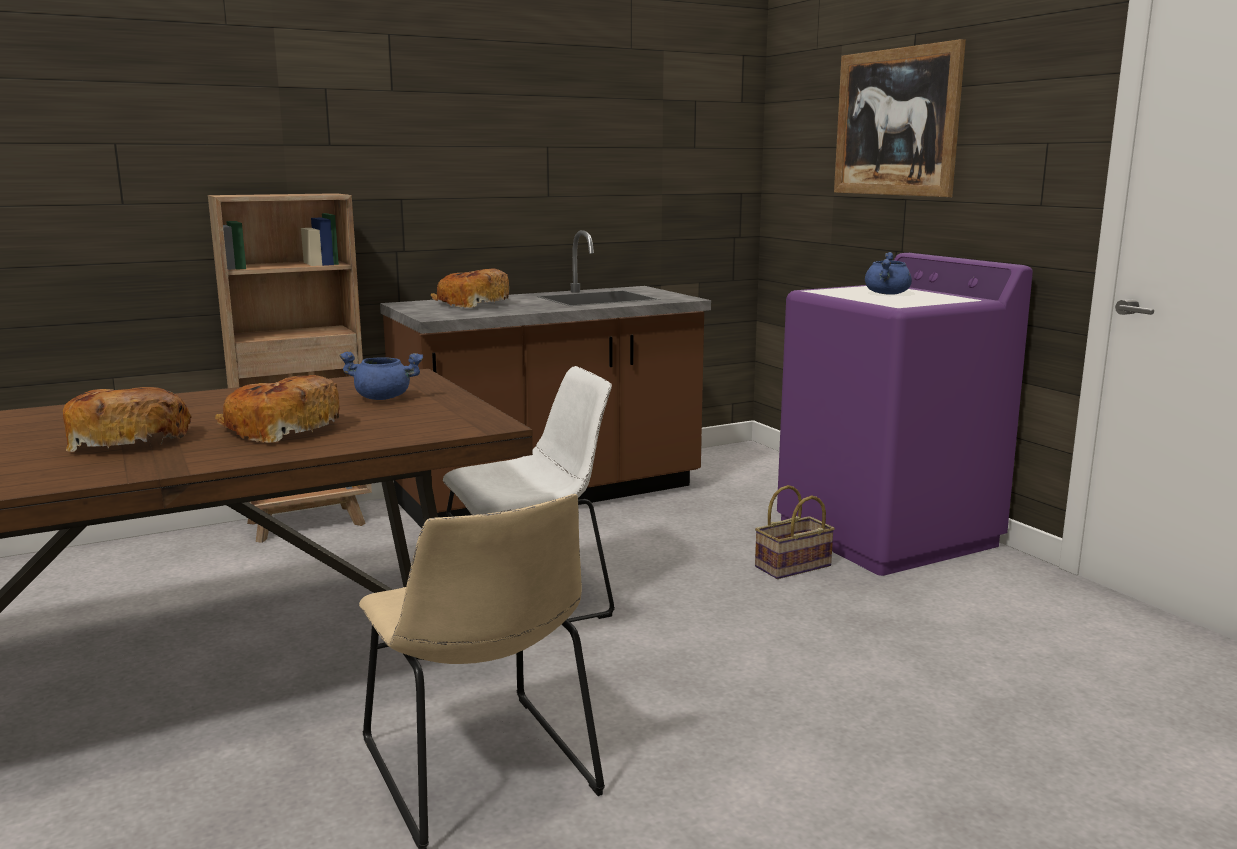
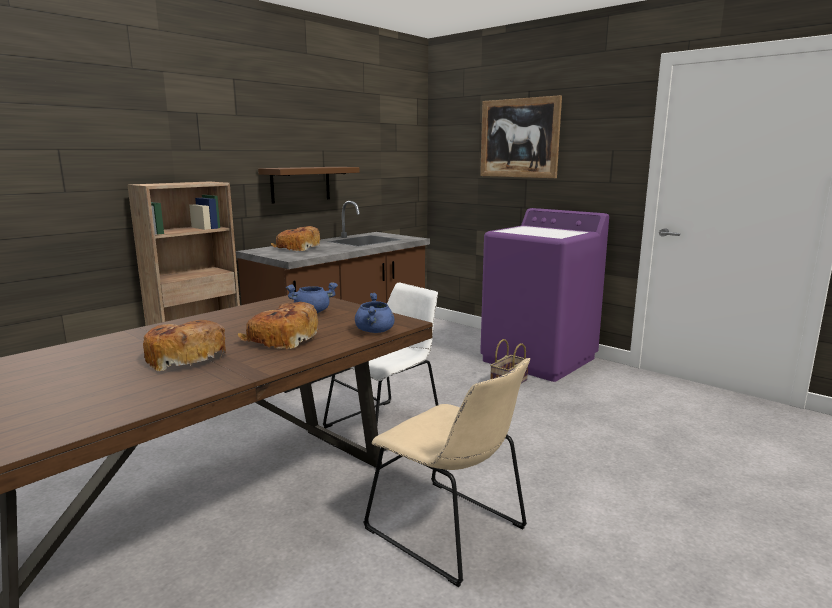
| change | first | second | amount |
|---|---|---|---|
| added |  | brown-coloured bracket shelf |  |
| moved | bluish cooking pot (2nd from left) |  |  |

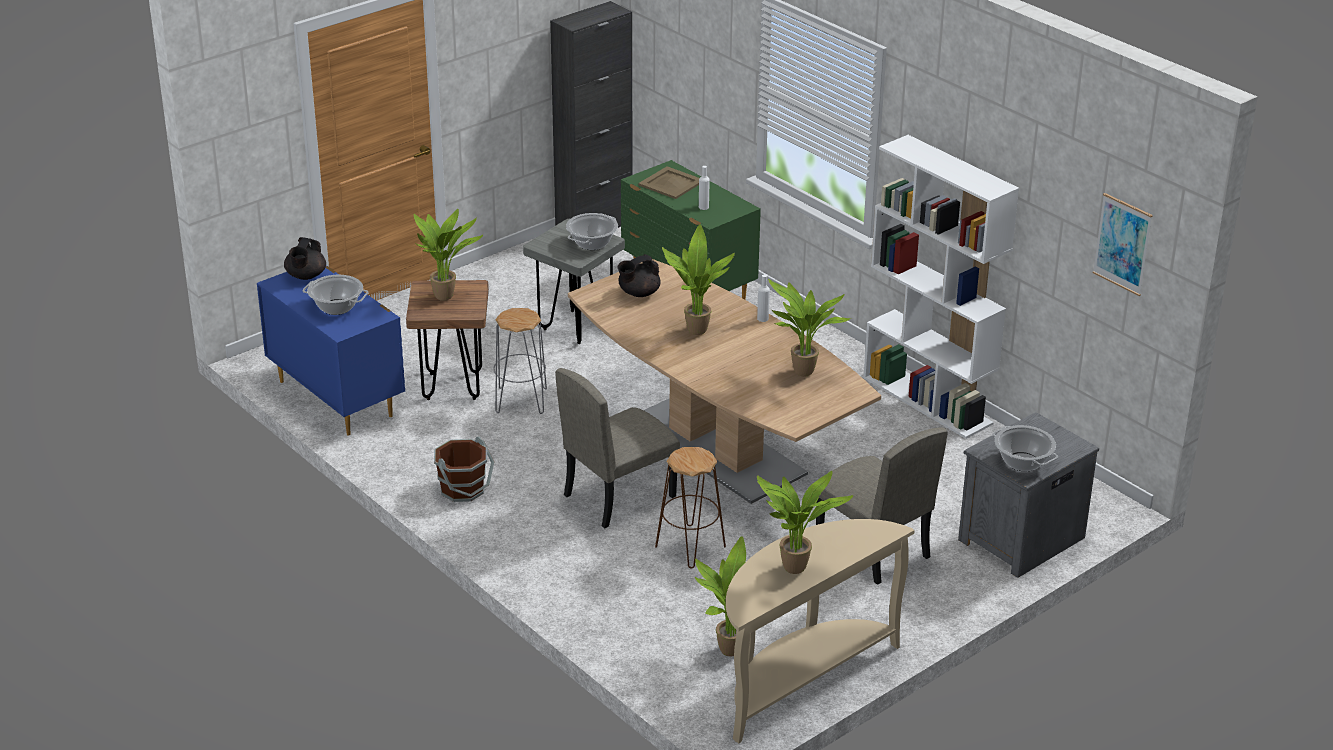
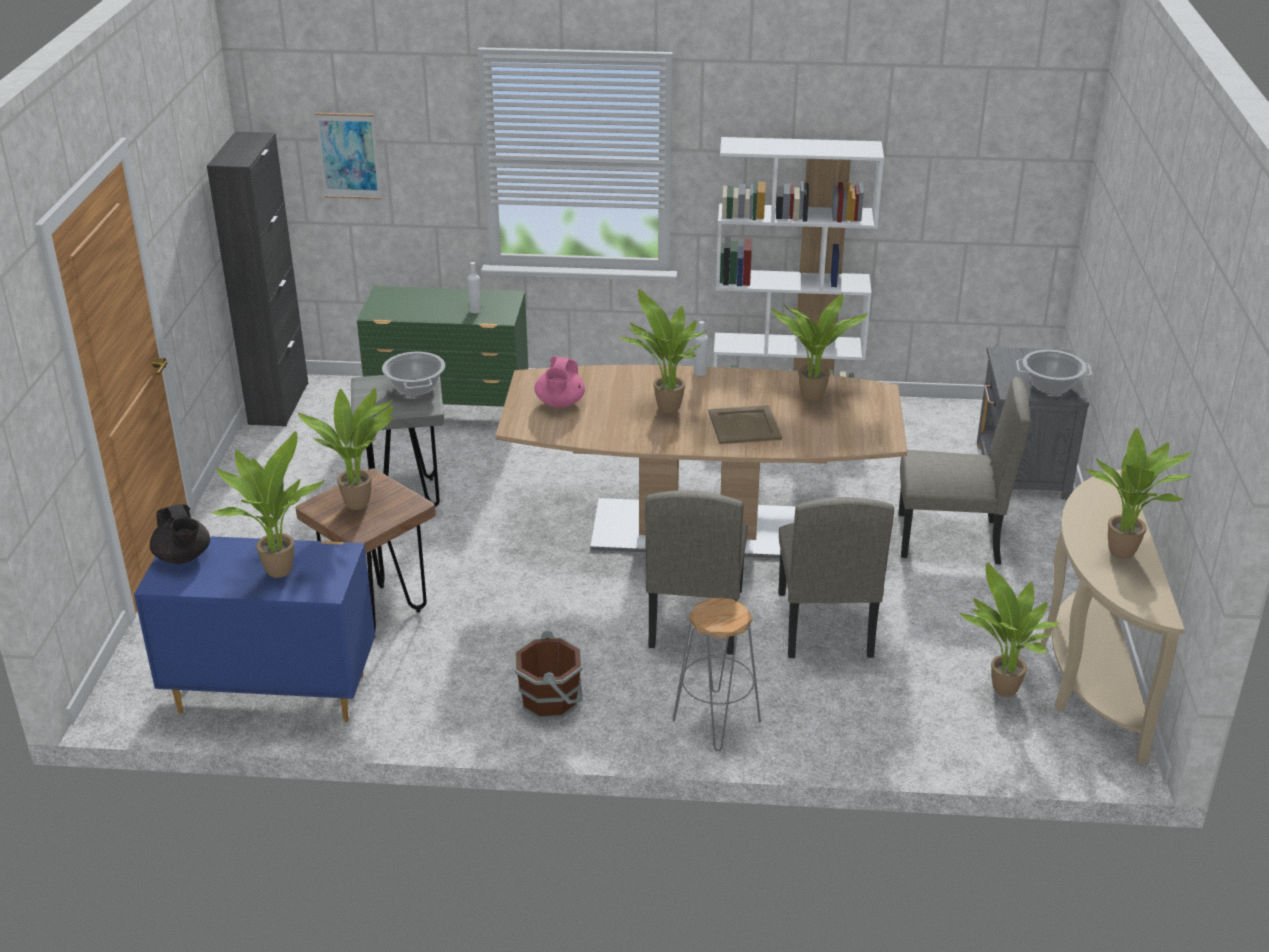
| change | first | second | amount |
|---|---|---|---|
| replaced | cooking pot (1st from left) | potted plant (1st from left) |  |
| moved | picture |  |  |
| recoloured | blackish teapot (2nd from left) | pink-coloured teapot |  |
| moved | grey stool (1st from left in the first image) | grey stool (2nd from left) |  |
| moved | beige tray |  |  |
| replaced | brown-coloured stool (2nd from left) | beige upright chair (2nd from left) |  |

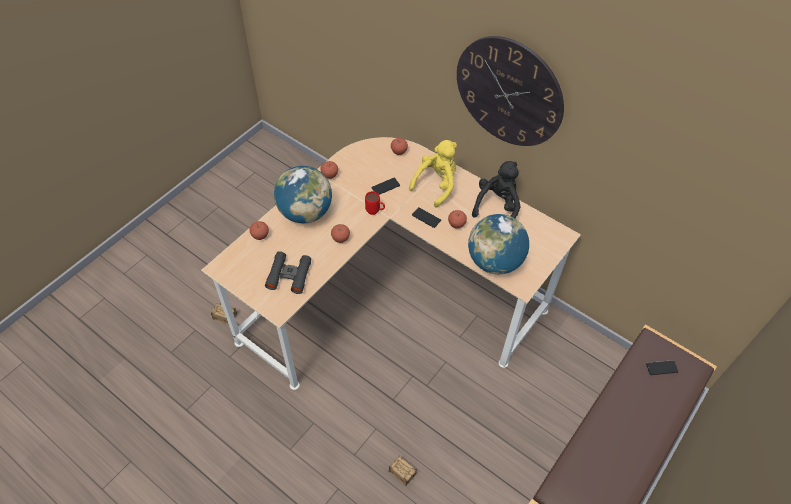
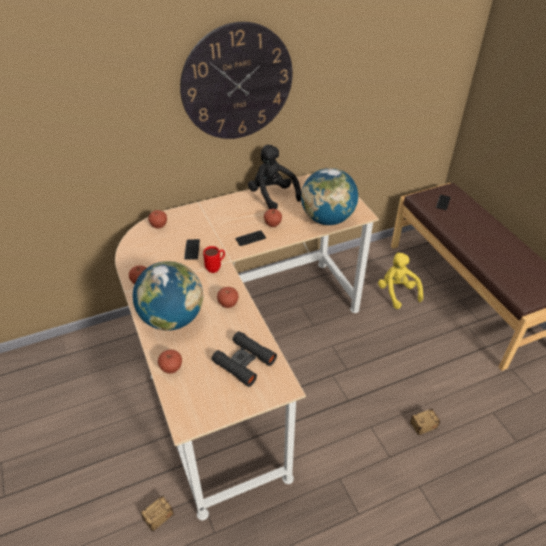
| change | first | second | amount |
|---|---|---|---|
| moved | yellow-coloured soft toy |  |  |

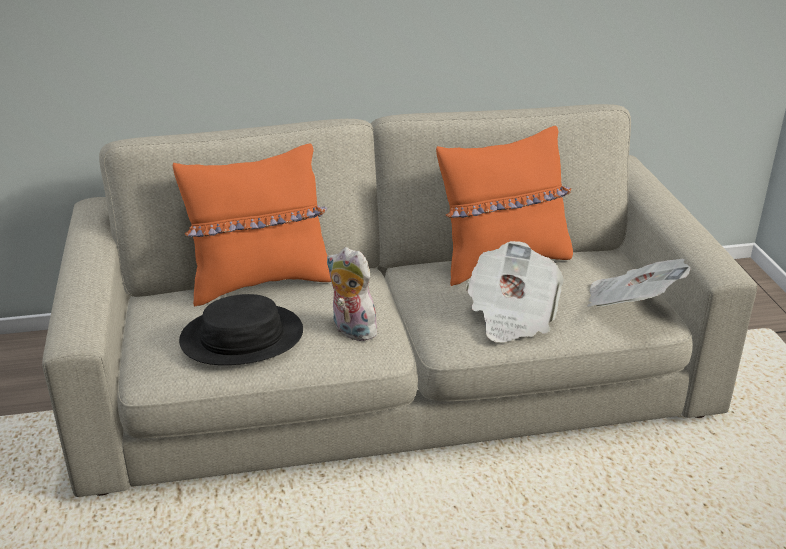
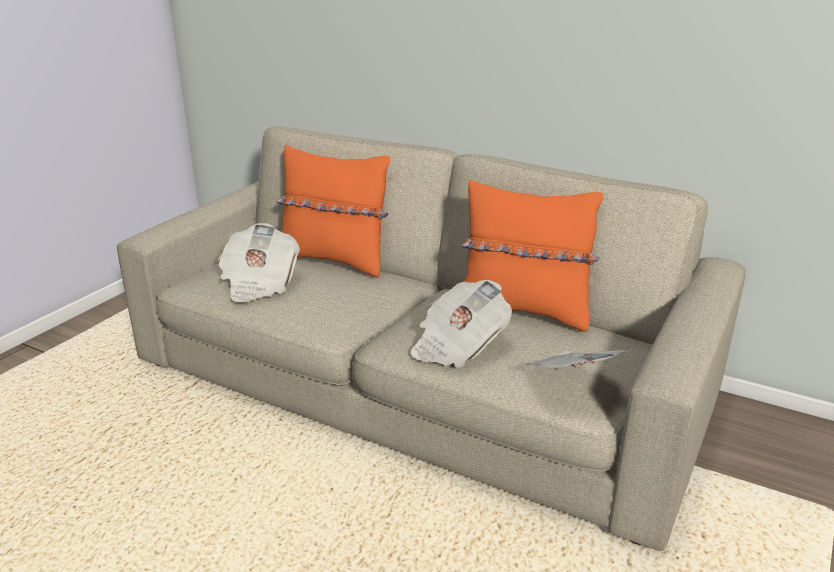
| change | first | second | amount |
|---|---|---|---|
| replaced | blackish wearable hat | printed paper (1st from left) |  |
| removed | soft toy |  |  |

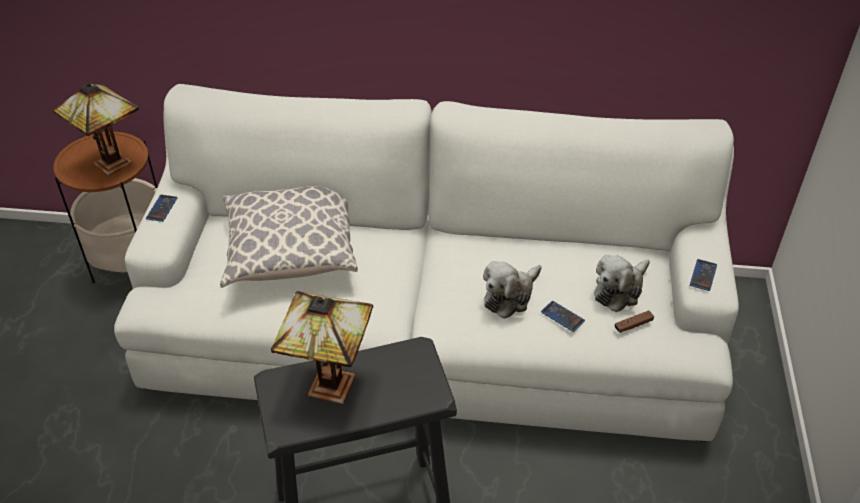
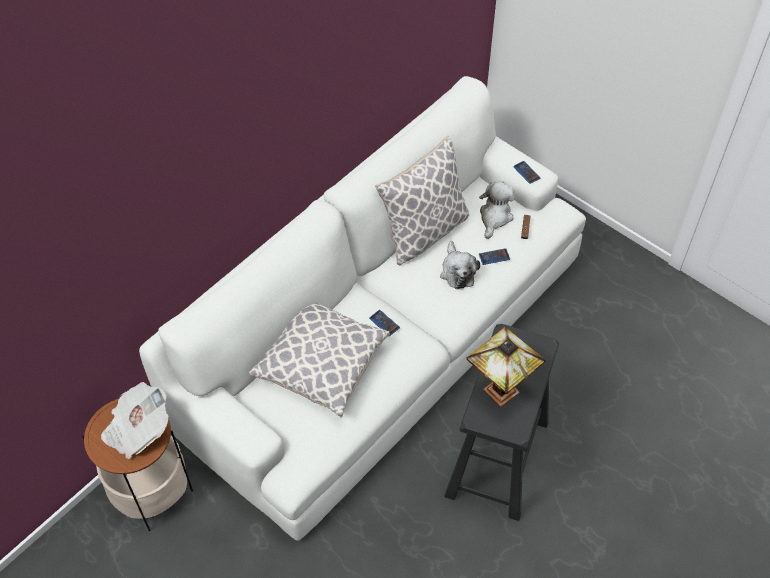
| change | first | second | amount |
|---|---|---|---|
| replaced | table lamp (1st from left) | printed paper |  |
| moved | phone (1st from left) |  |  |
| added |  | cushion (2nd from left) |  |
| turned | soft toy (2nd from left) |  | 150 degrees counterclockwise |

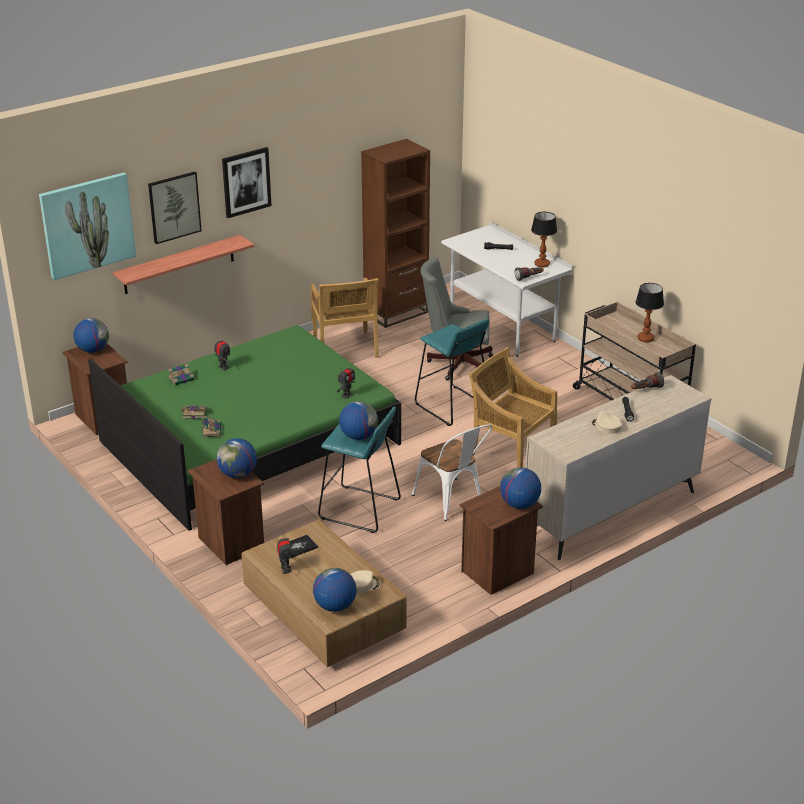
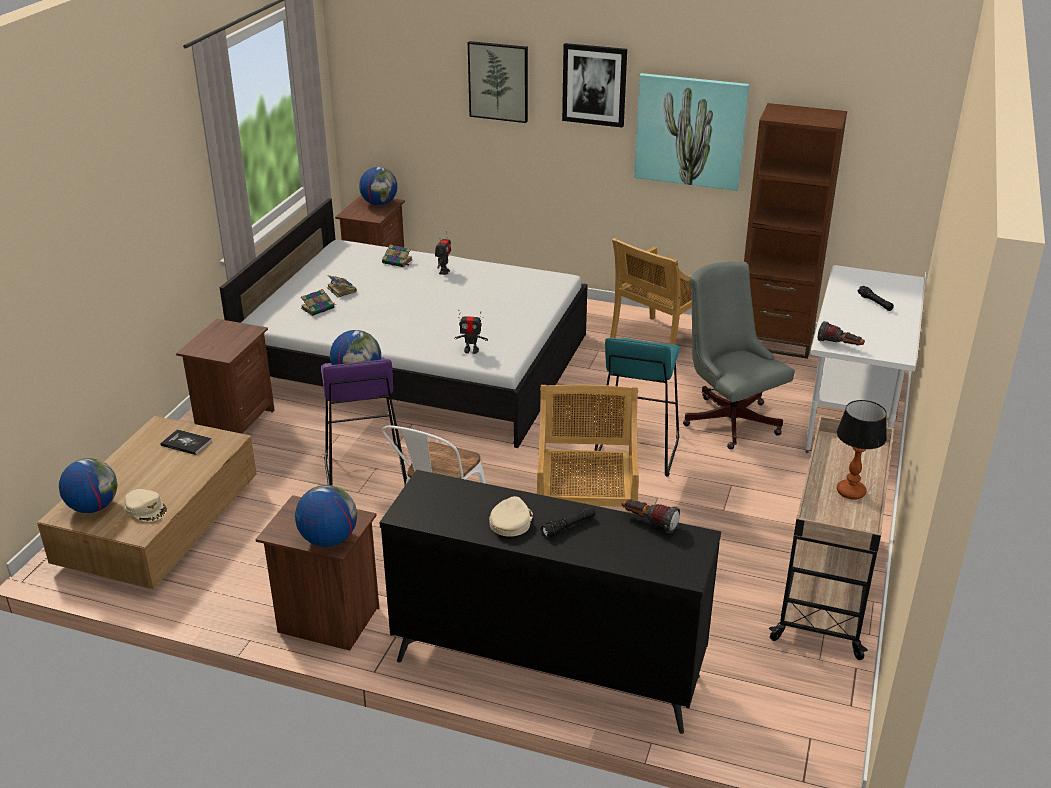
| change | first | second | amount |
|---|---|---|---|
| recoloured | greenish bed | white bed |  |
| recoloured | turquoise stool (1st from left) | purple-coloured stool |  |
| recoloured | beige dresser | blackish dresser |  |
| moved | picture (1st from left in the first image) | picture (3rd from left) |  |
| removed | bracket shelf |  |  |
| removed | world globe (2nd from left) |  |  |
| removed | toy robot (2nd from left) |  |  |
| removed | table lamp (1st from left) |  |  |

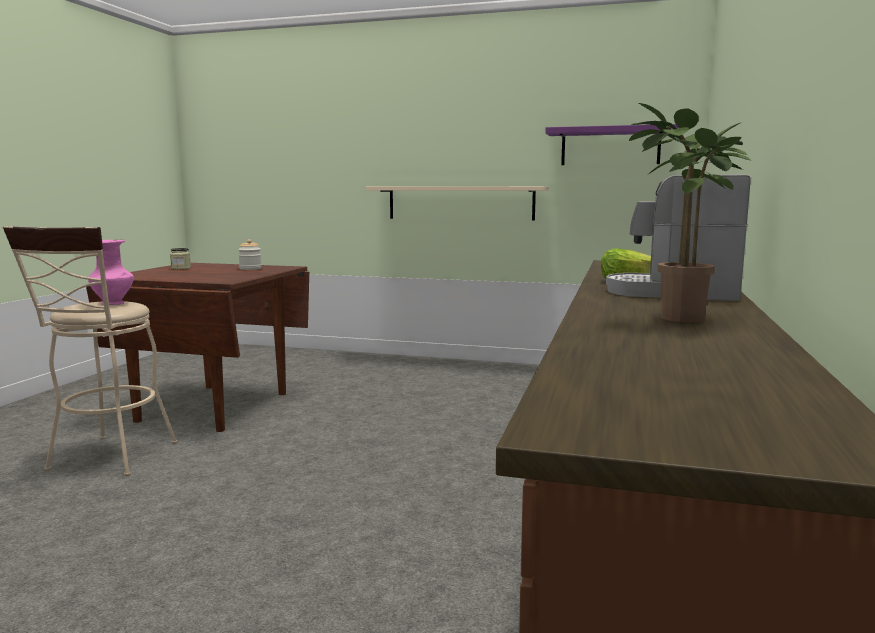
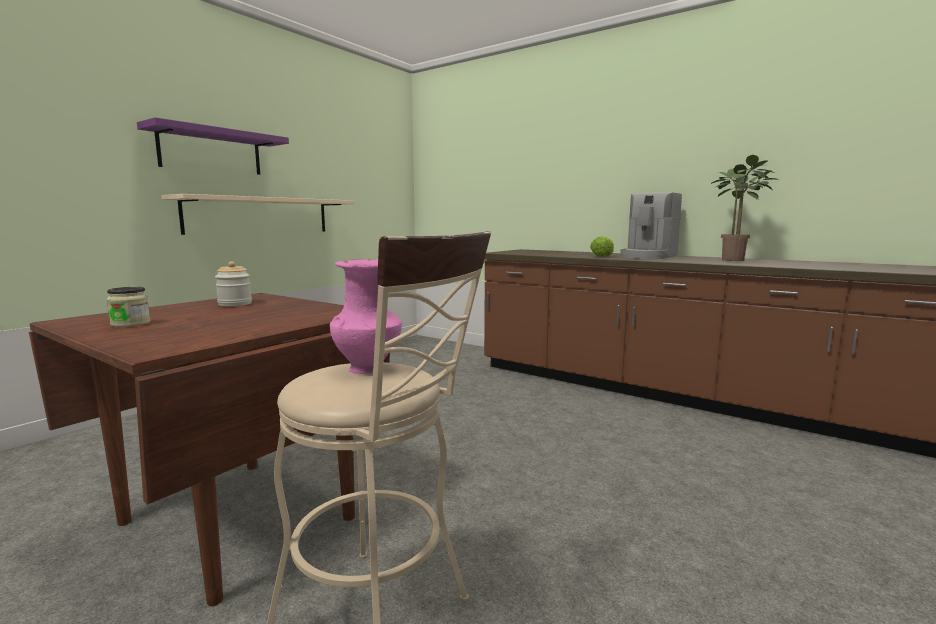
| change | first | second | amount |
|---|---|---|---|
| moved | purple-coloured bracket shelf |  |  |

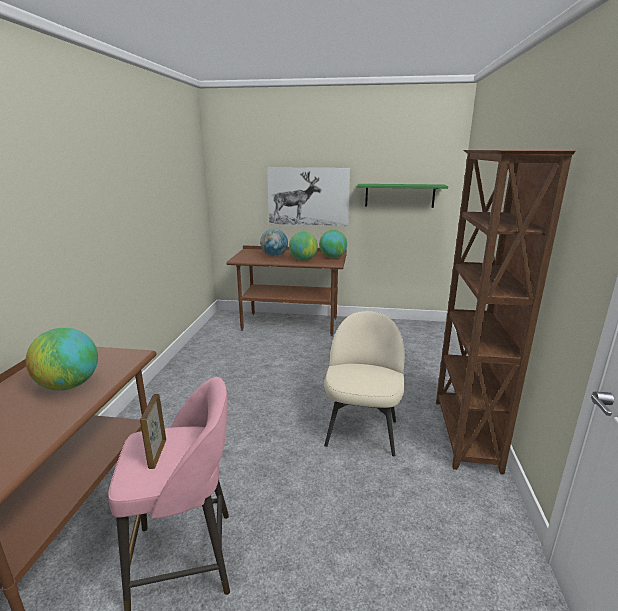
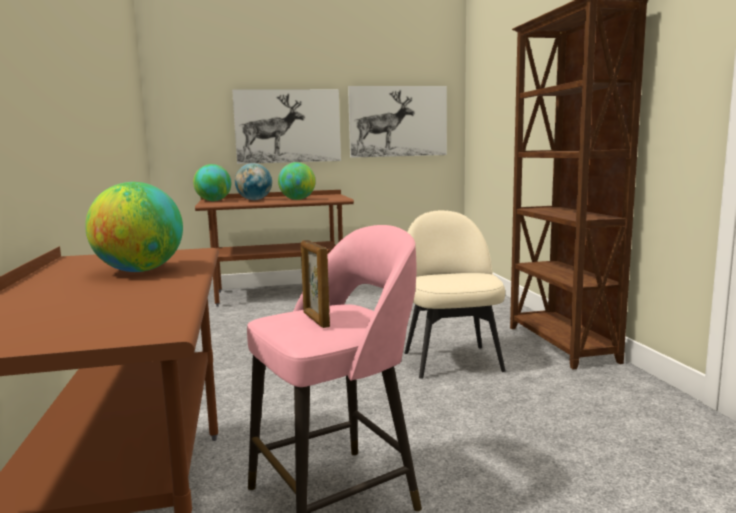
| change | first | second | amount |
|---|---|---|---|
| moved | world globe (4th from left in the first image) | world globe (2nd from left) |  |
| replaced | greenish bracket shelf | picture (2nd from left) |  |

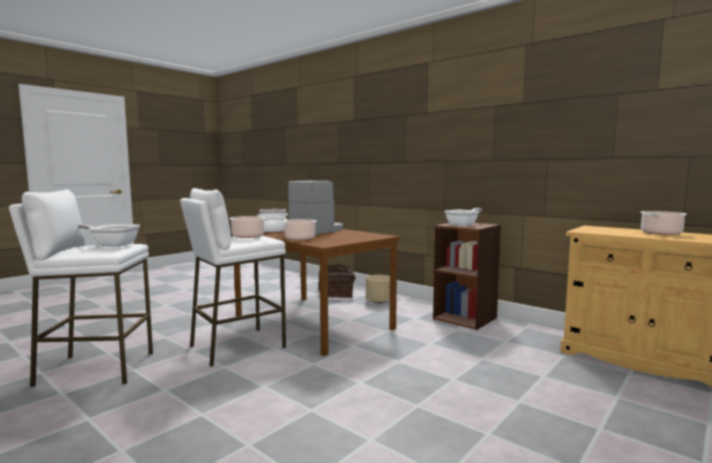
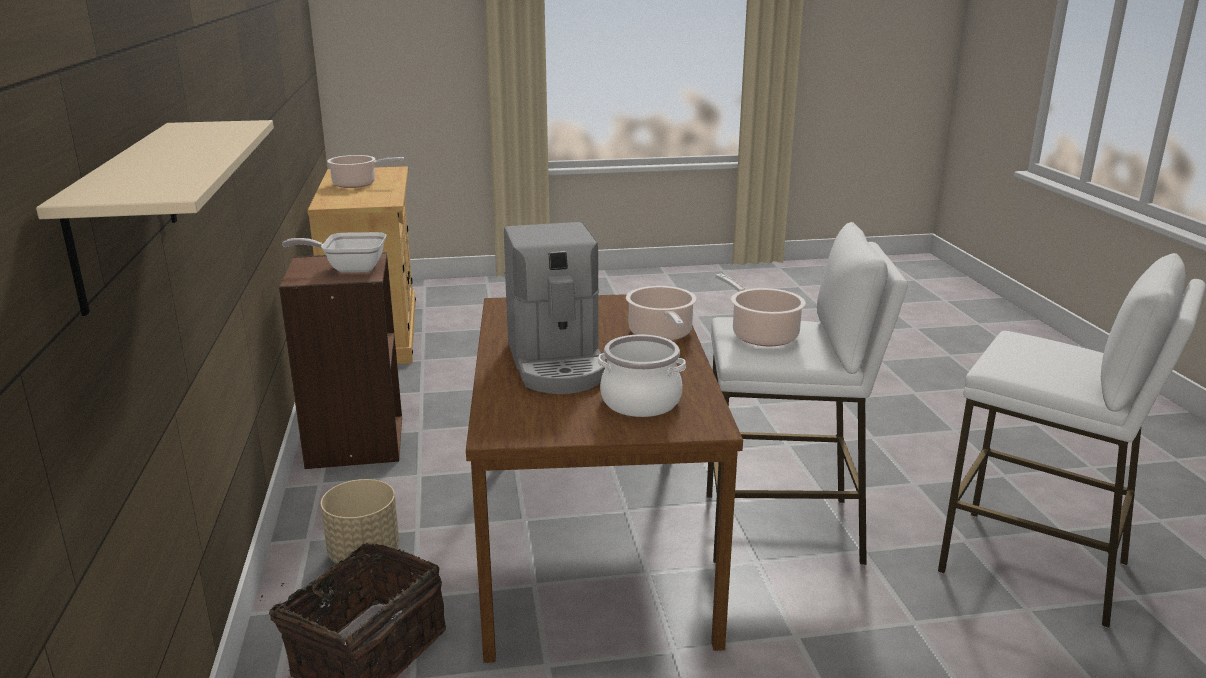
| change | first | second | amount |
|---|---|---|---|
| added |  | beige bracket shelf |  |
| turned | coffee brewer |  | 90 degrees counterclockwise |
| removed | frying pan (1st from left) |  |  |

